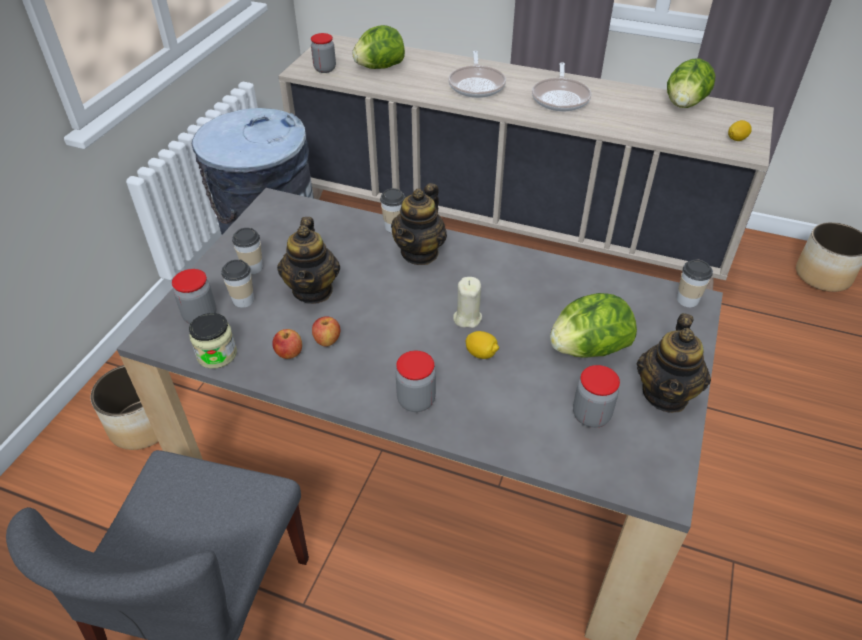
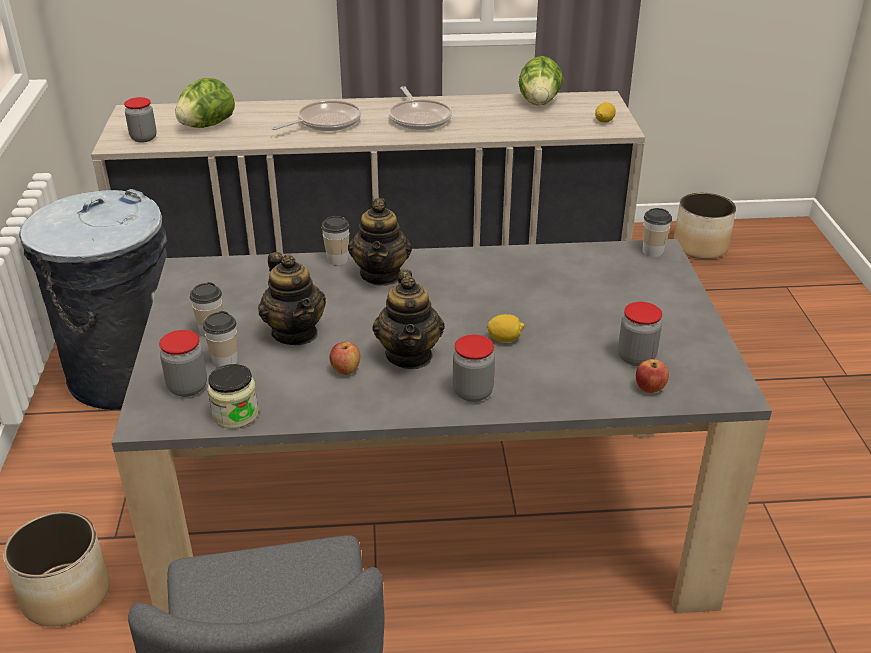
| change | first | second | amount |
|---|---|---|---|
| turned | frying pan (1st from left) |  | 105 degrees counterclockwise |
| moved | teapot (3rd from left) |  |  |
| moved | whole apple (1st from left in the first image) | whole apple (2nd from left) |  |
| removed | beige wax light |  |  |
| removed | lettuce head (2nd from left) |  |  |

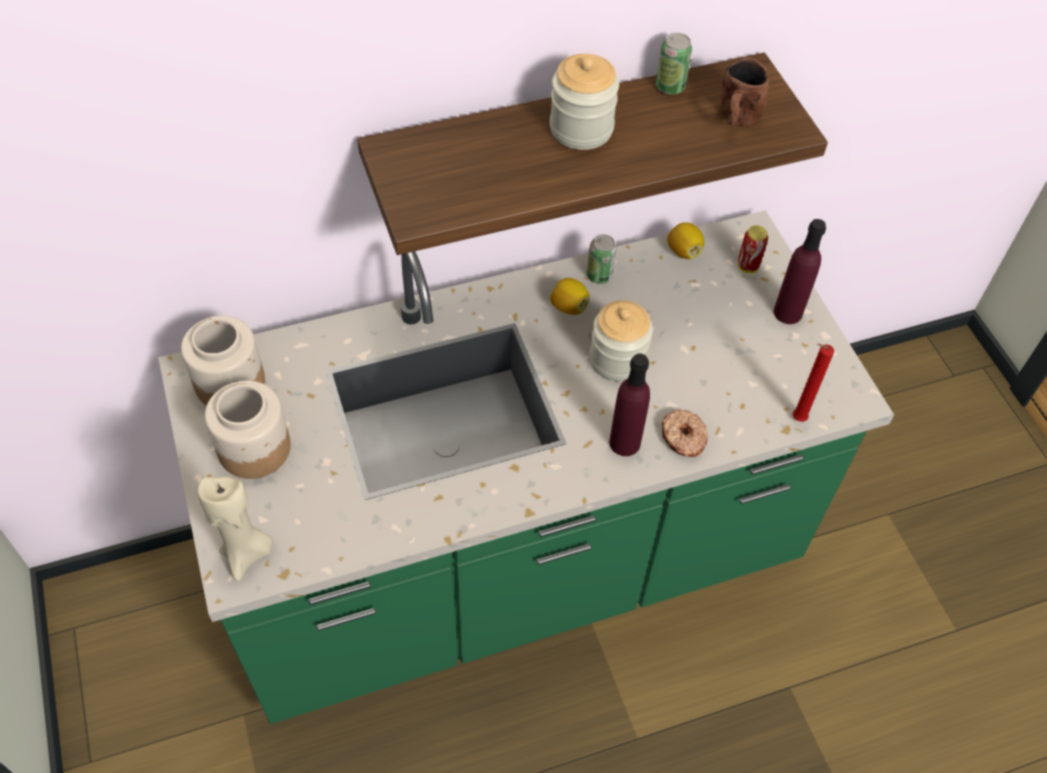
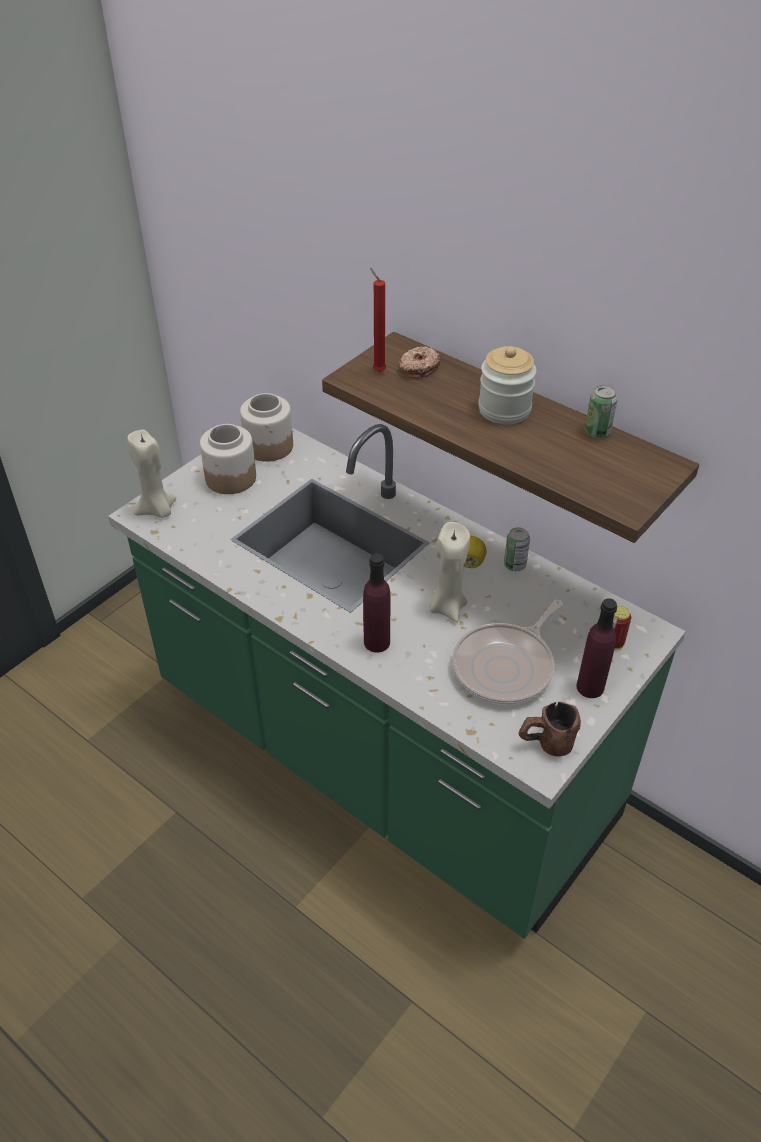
| change | first | second | amount |
|---|---|---|---|
| moved | red-coloured wax light |  |  |
| moved | doughnut |  |  |
| replaced | preserve jar (4th from left) | beige wax light (2nd from left) |  |
| added |  | frying pan |  |
| moved | brown-coloured tea mug |  |  |
| removed | citrus fruit (2nd from left) |  |  |

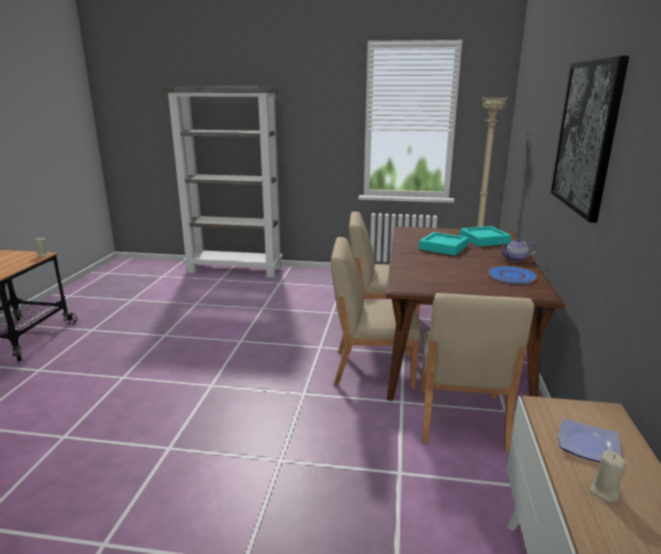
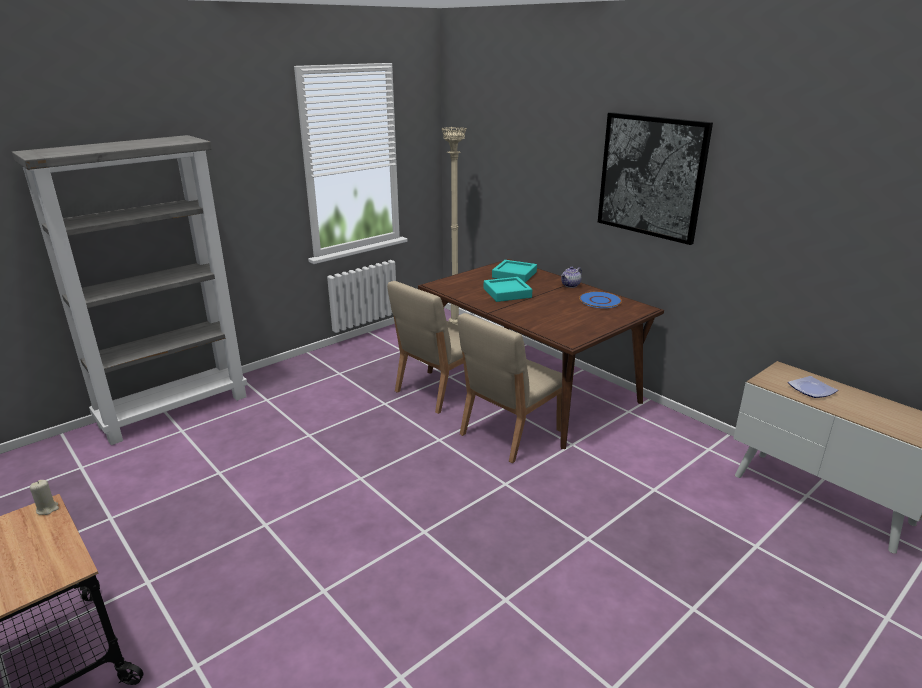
| change | first | second | amount |
|---|---|---|---|
| removed | beige upright chair (3rd from left) |  |  |
| removed | beige wax light (2nd from left) |  |  |

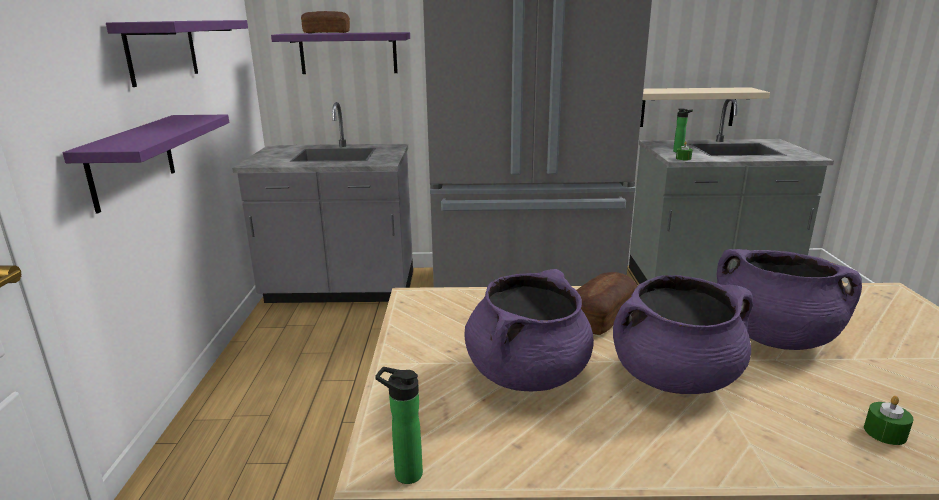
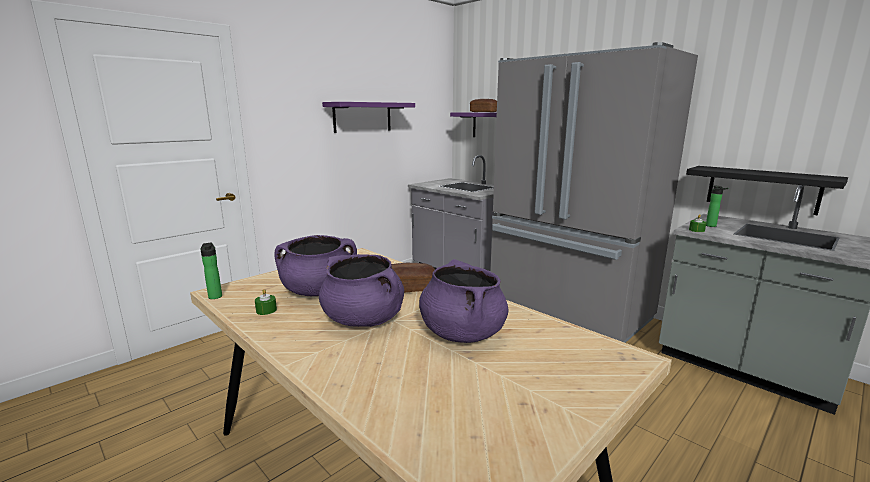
| change | first | second | amount |
|---|---|---|---|
| moved | greenish wax light (2nd from left in the first image) | greenish wax light (1st from left) |  |
| recoloured | beige bracket shelf | blackish bracket shelf |  |
| removed | purple-coloured bracket shelf (1st from left) |  |  |

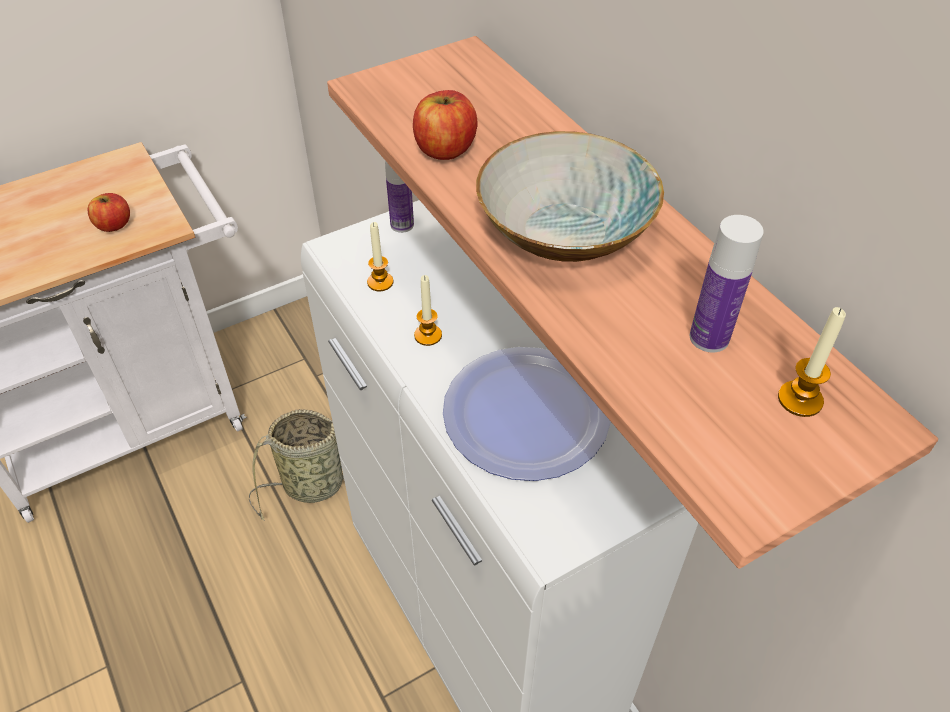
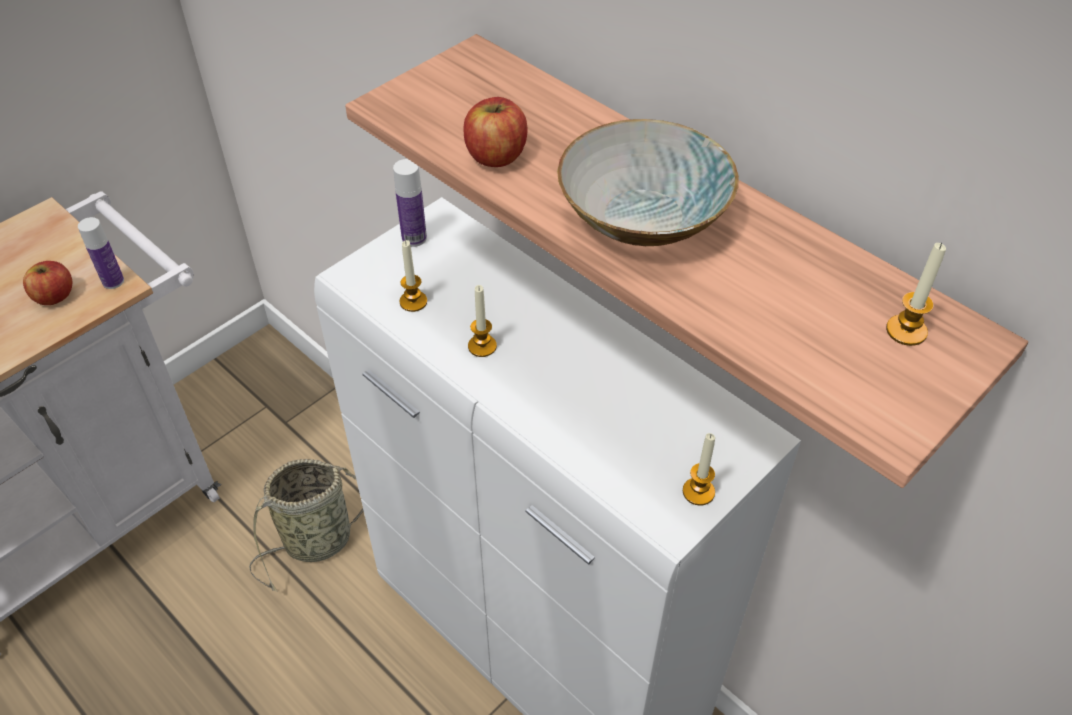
| change | first | second | amount |
|---|---|---|---|
| moved | drink bottle (2nd from left in the first image) | drink bottle (1st from left) |  |
| added |  | wax light (3rd from left) |  |
| removed | plate |  |  |

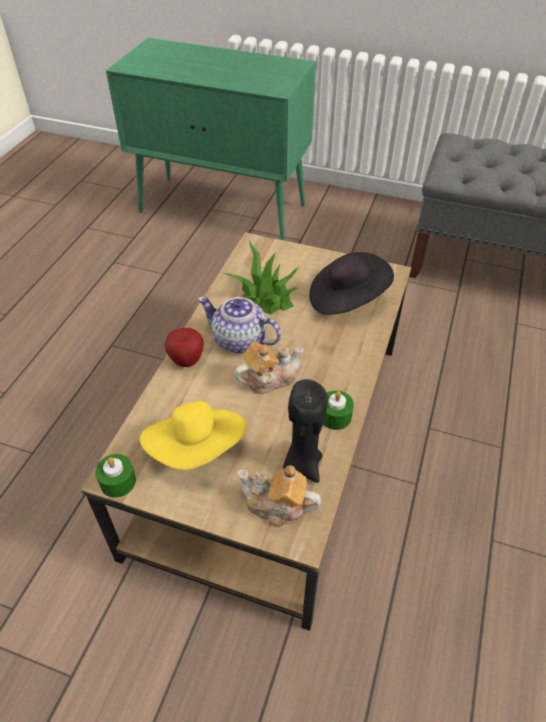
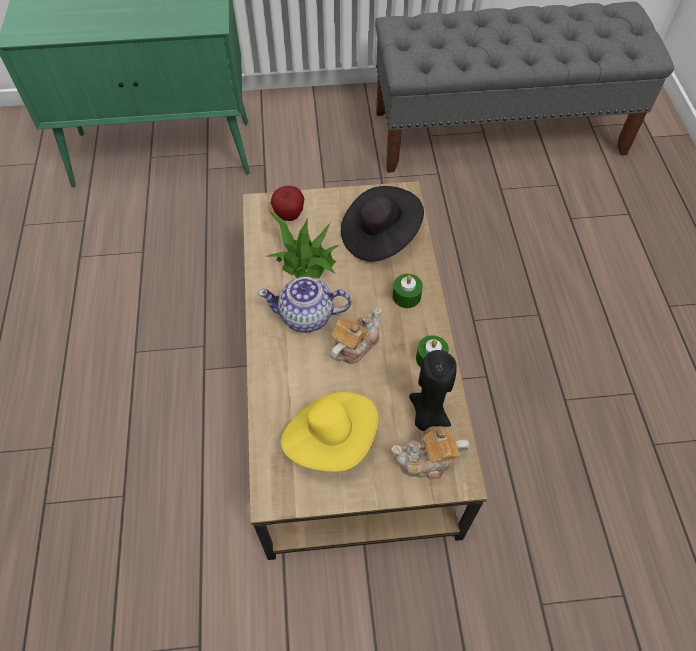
| change | first | second | amount |
|---|---|---|---|
| moved | whole apple |  |  |
| moved | greenish wax light (1st from left) |  |  |

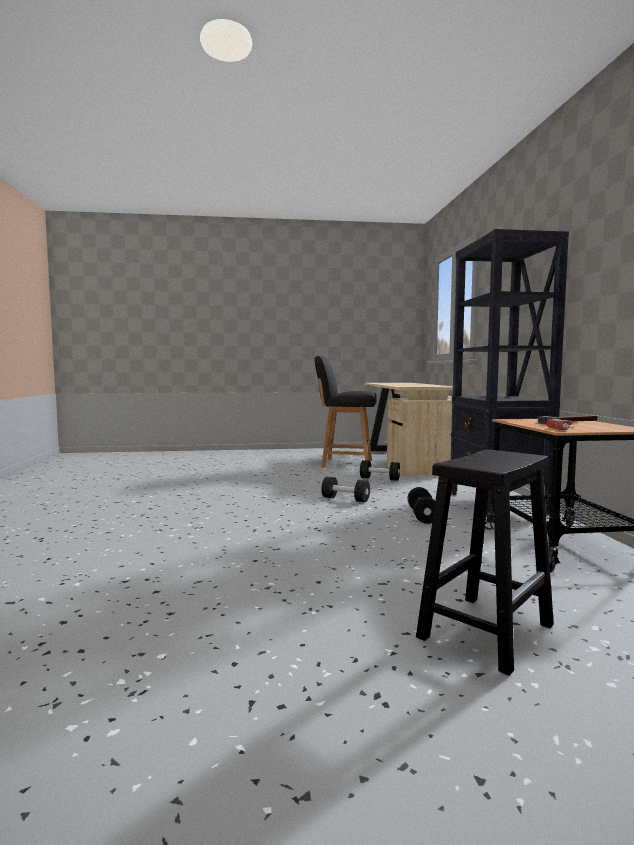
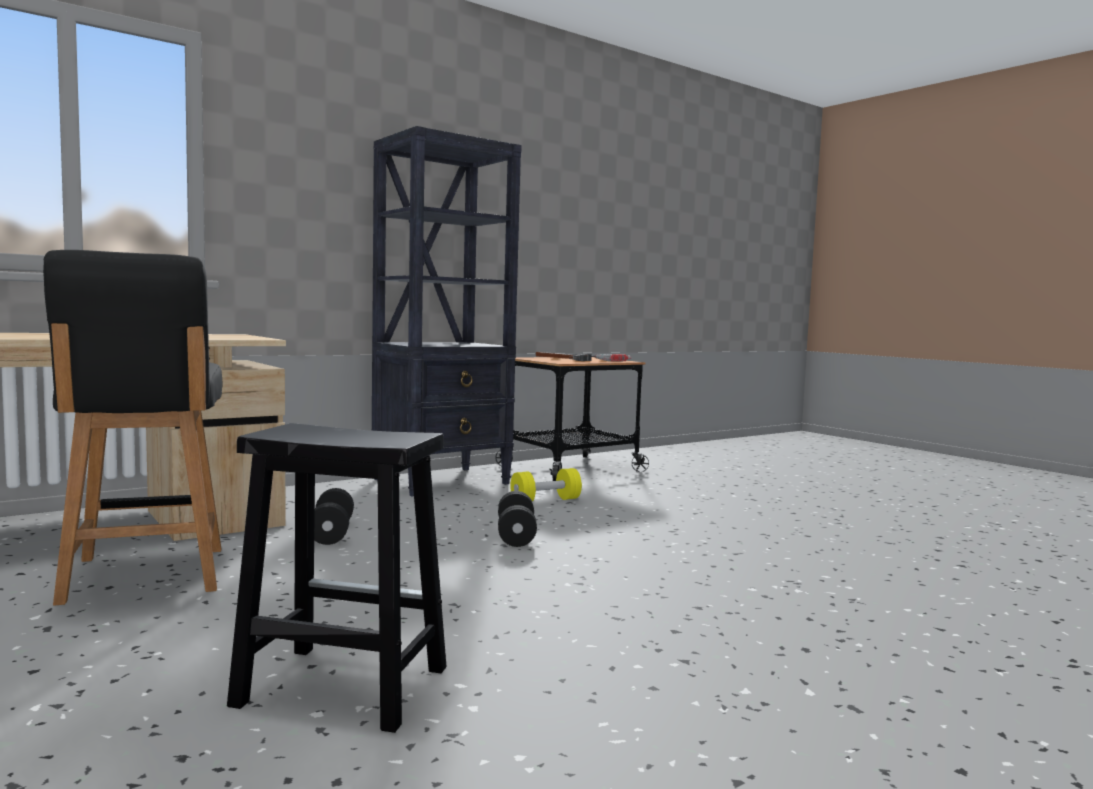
| change | first | second | amount |
|---|---|---|---|
| moved | blackish stool |  |  |
| recoloured | blackish free weight (3rd from left) | yellow-coloured free weight |  |

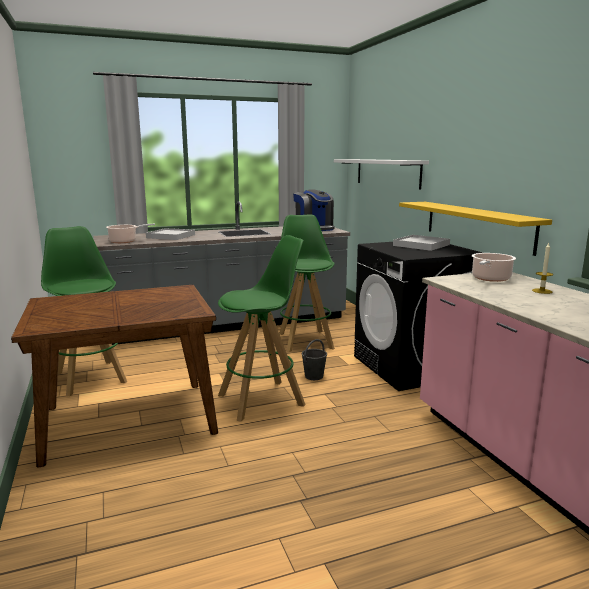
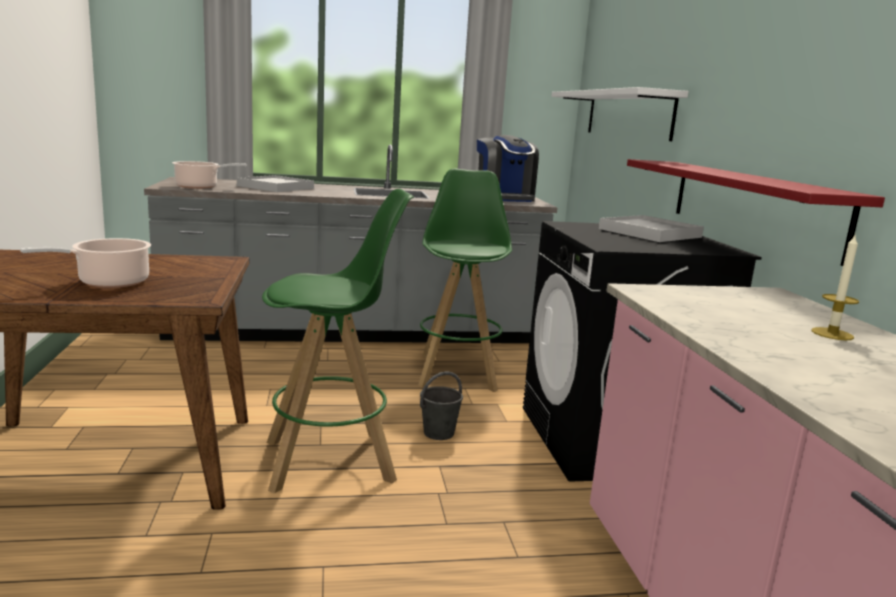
| change | first | second | amount |
|---|---|---|---|
| moved | cooking pot (2nd from left in the first image) | cooking pot (1st from left) |  |
| recoloured | yellow-coloured bracket shelf | red-coloured bracket shelf |  |
| removed | greenish stool (1st from left) |  |  |

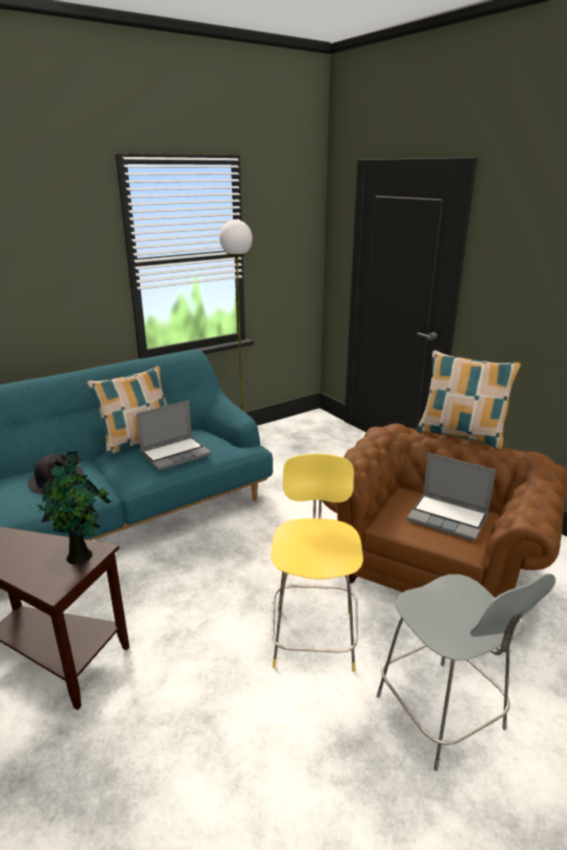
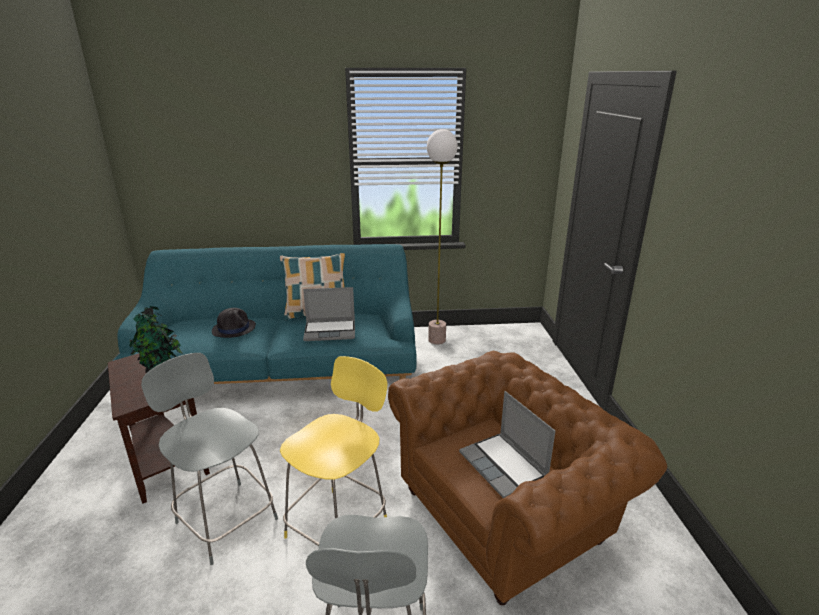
| change | first | second | amount |
|---|---|---|---|
| added |  | grey stool (1st from left) |  |
| removed | cushion (2nd from left) |  |  |

